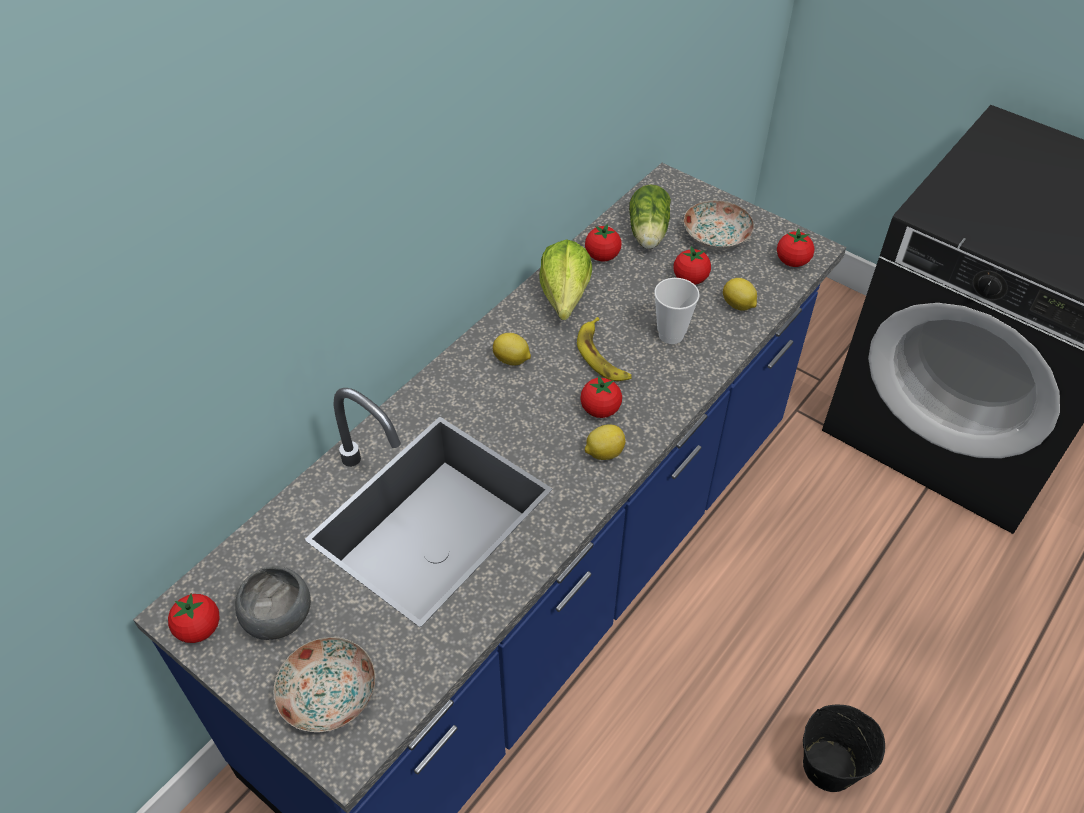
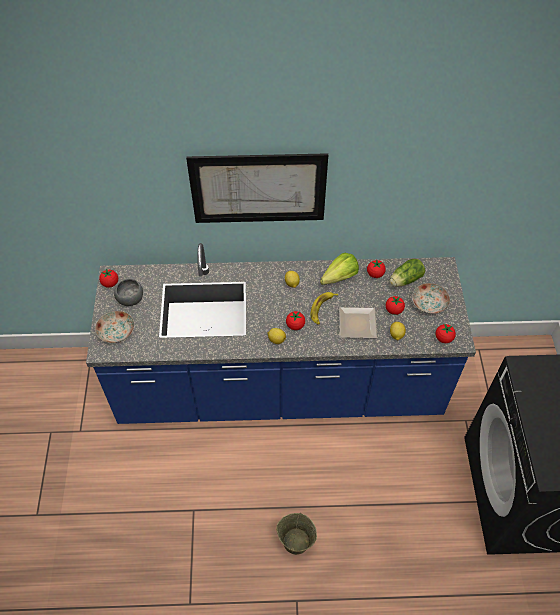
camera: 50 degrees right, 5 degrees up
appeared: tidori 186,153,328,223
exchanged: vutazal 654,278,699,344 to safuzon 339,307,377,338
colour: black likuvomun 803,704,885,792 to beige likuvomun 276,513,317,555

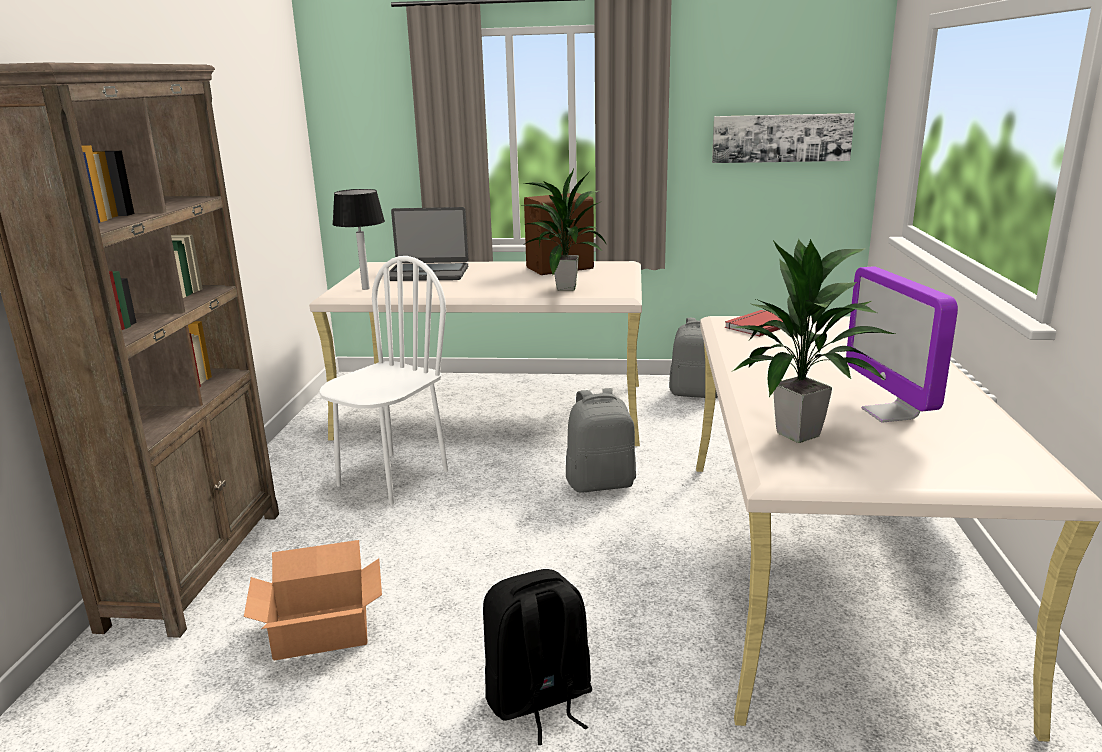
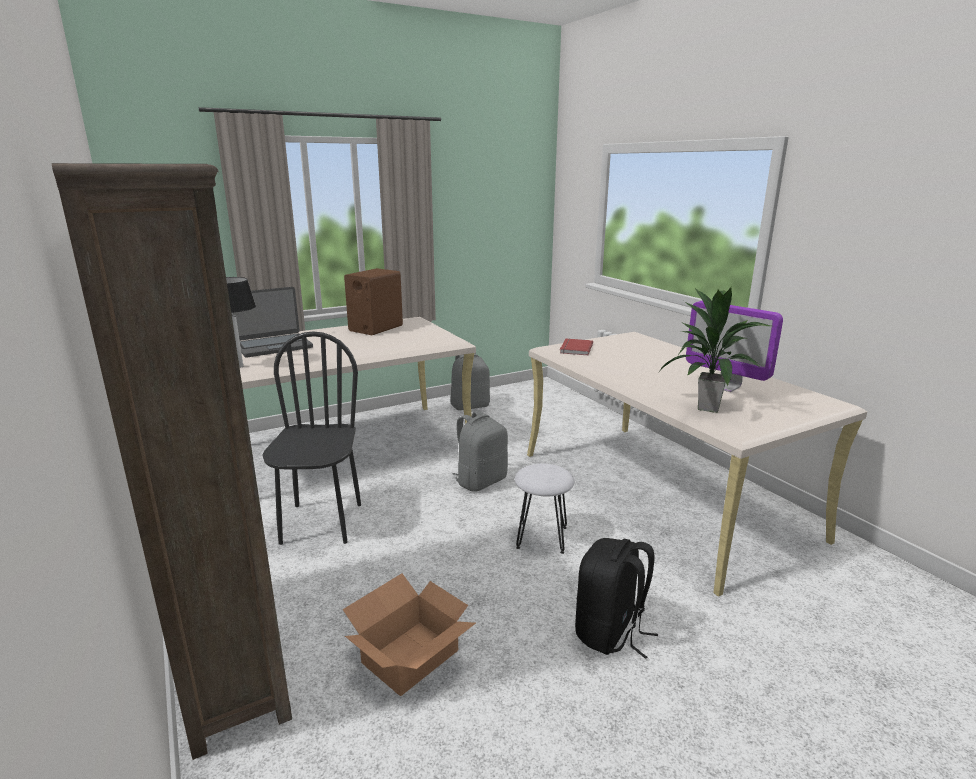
camera: 35 degrees left, 0 degrees up
missing: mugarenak 518,169,607,291; tidori 712,113,855,163
appeared: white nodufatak 515,463,574,554
colour: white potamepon 319,256,448,504 to black potamepon 262,331,361,545

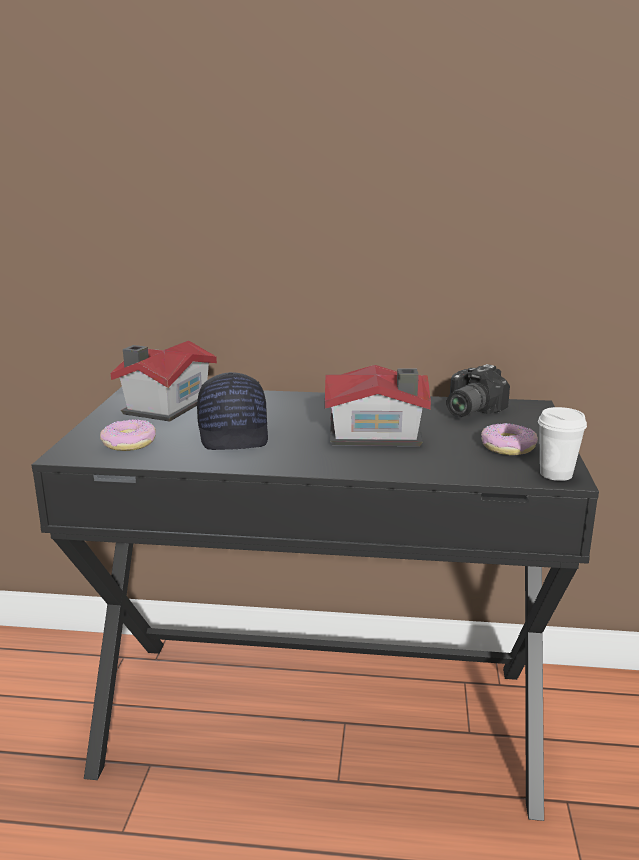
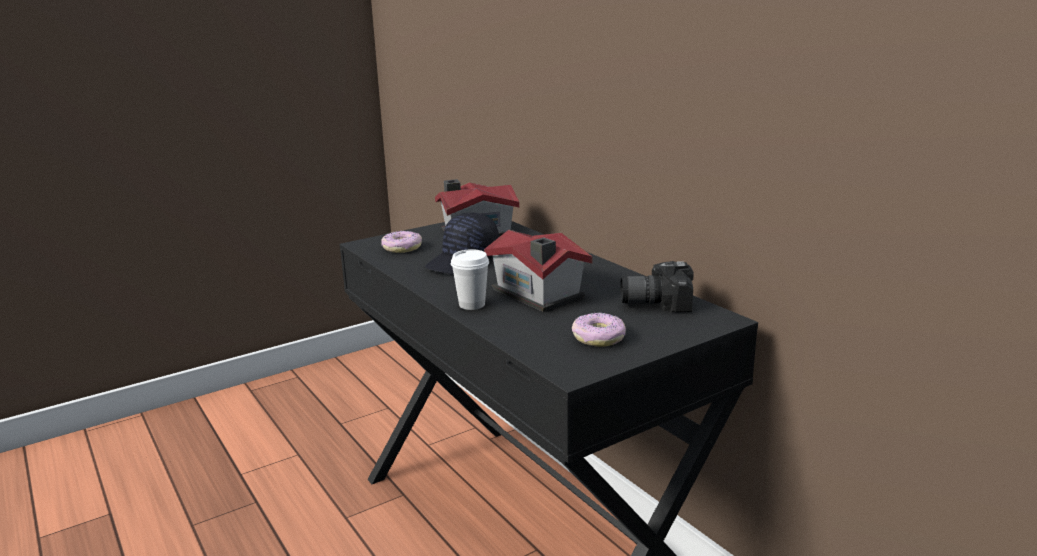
camera: 50 degrees right, 0 degrees up
relocated: white vutazal 538,407,587,481 to 451,249,489,310

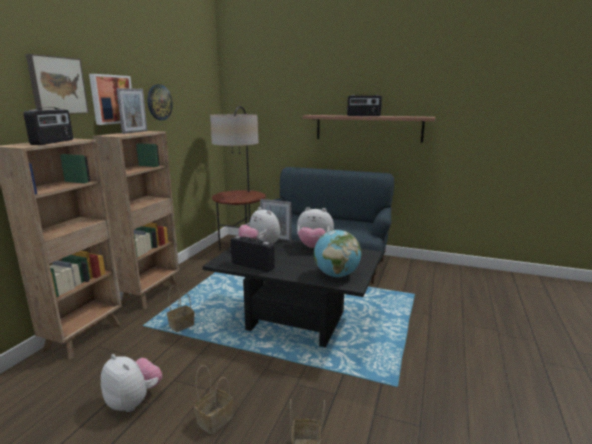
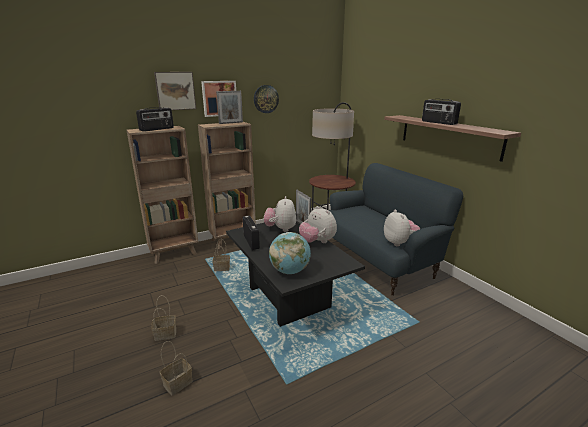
camera: 40 degrees right, 5 degrees up
relocated: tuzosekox 101,354,162,412 to 384,210,420,246

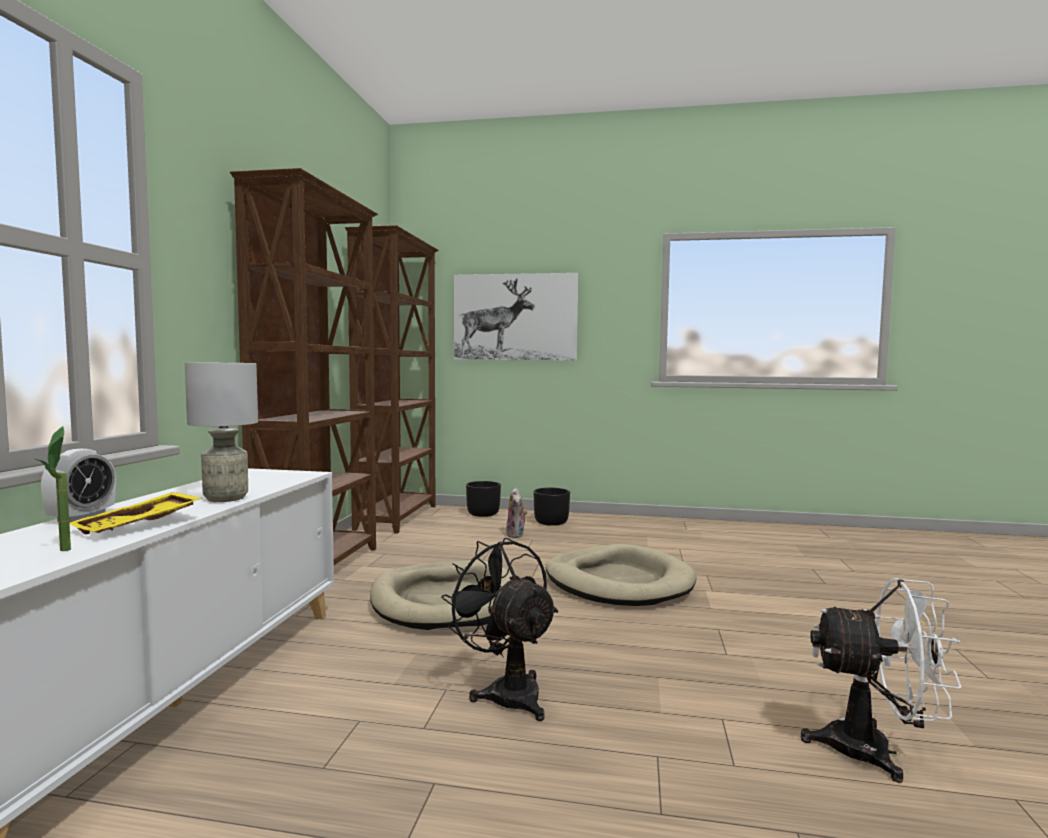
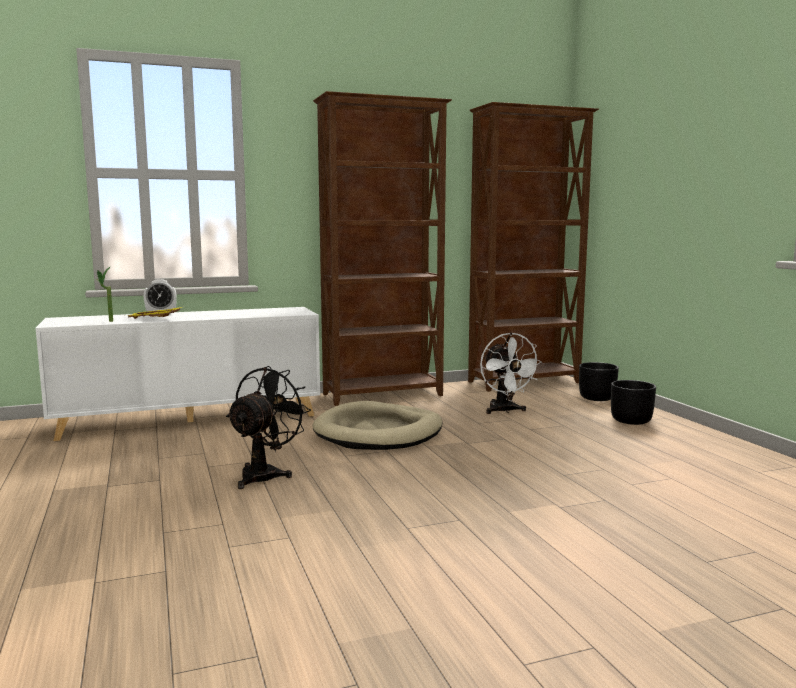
camera: 60 degrees right, 5 degrees up
missing: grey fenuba 185,362,258,502; tidori 454,273,578,361; tuzosekox 506,488,527,538; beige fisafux 546,544,697,606
relocated: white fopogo 800,578,962,783 to 480,332,542,414

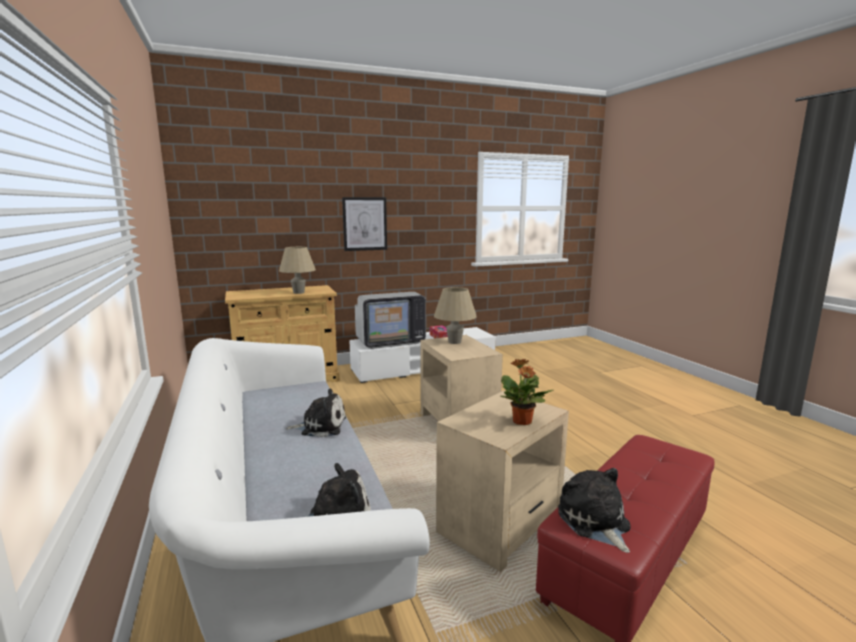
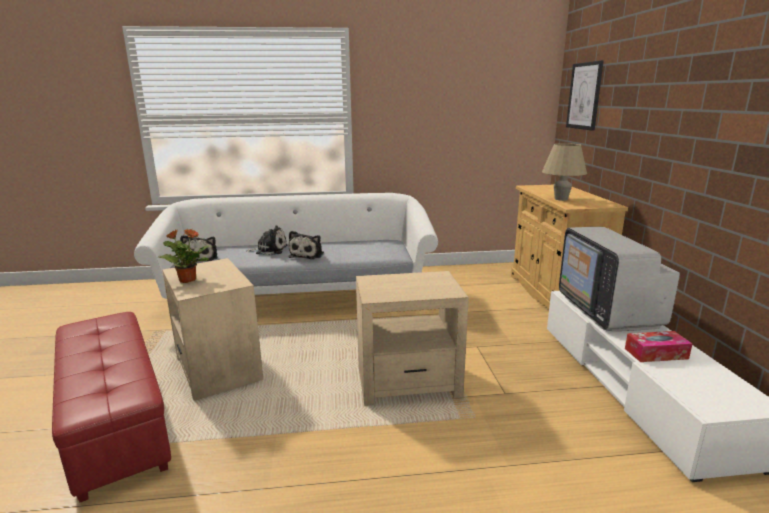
camera: 105 degrees right, 5 degrees up
missing: beige fenuba 434,287,477,344
relocated: tidori 342,197,387,251 to 566,60,604,131; tuzosekox 558,468,631,553 to 246,225,288,255

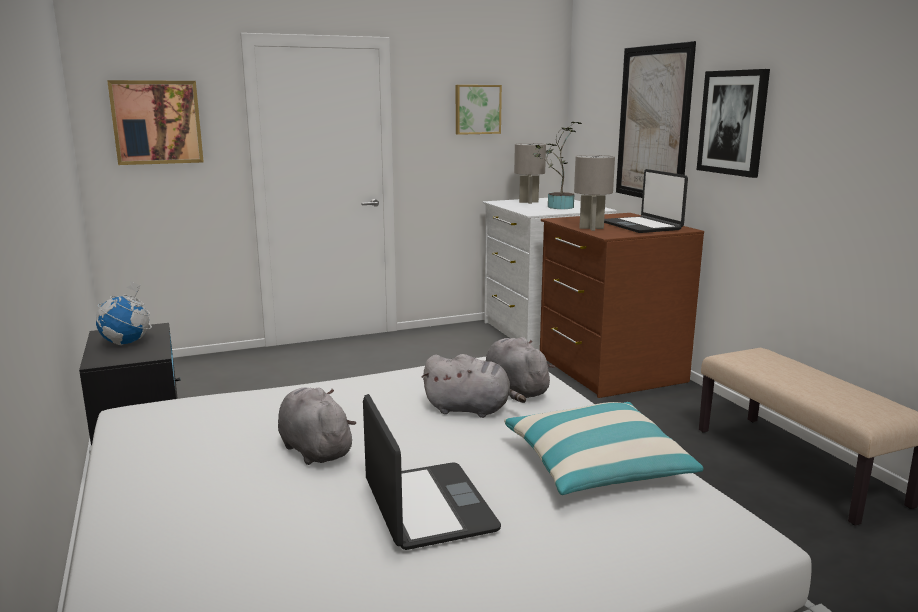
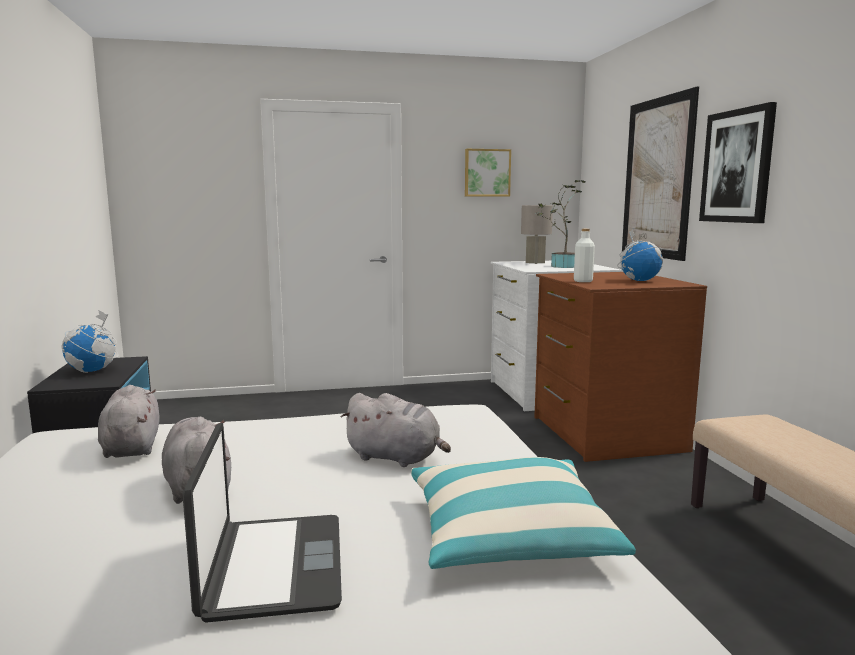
camera: 10 degrees right, 5 degrees down
missing: tidori 107,80,204,165
relocated: grey tuzosekox 486,337,555,399 to 98,385,160,458
exchanged: grey fenuba 574,155,615,231 to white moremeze 574,229,595,282; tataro 604,169,688,233 to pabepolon 617,229,663,281

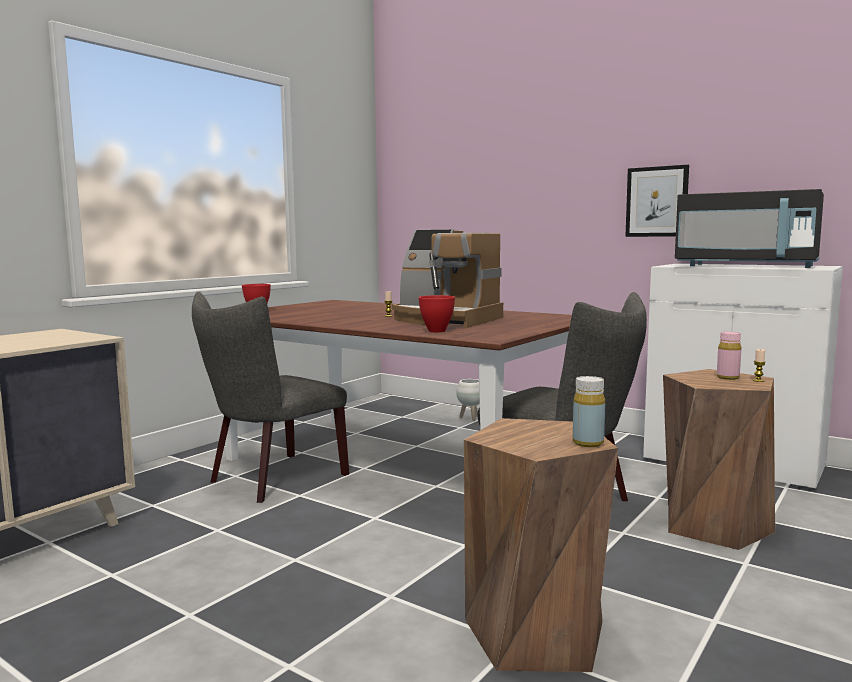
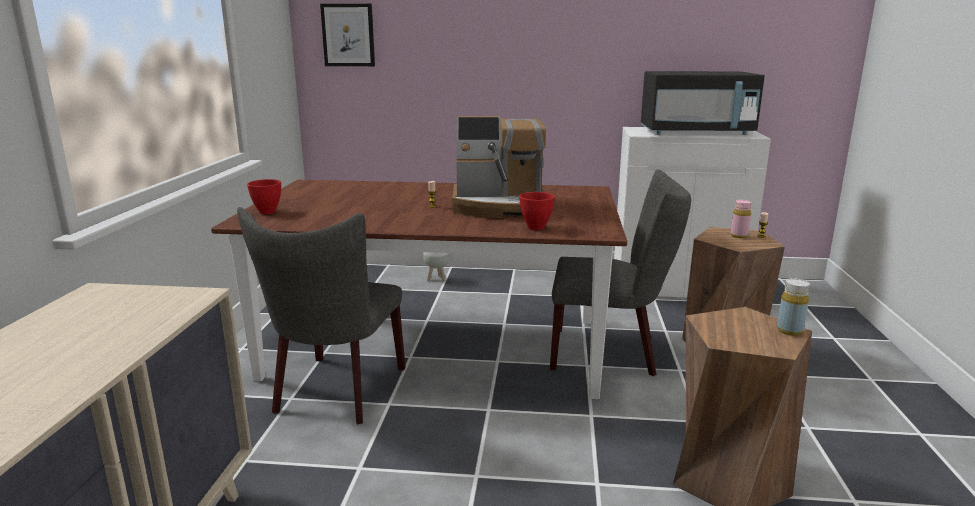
camera: 30 degrees left, 10 degrees up
relocated: tidori 625,165,689,237 to 320,4,375,66

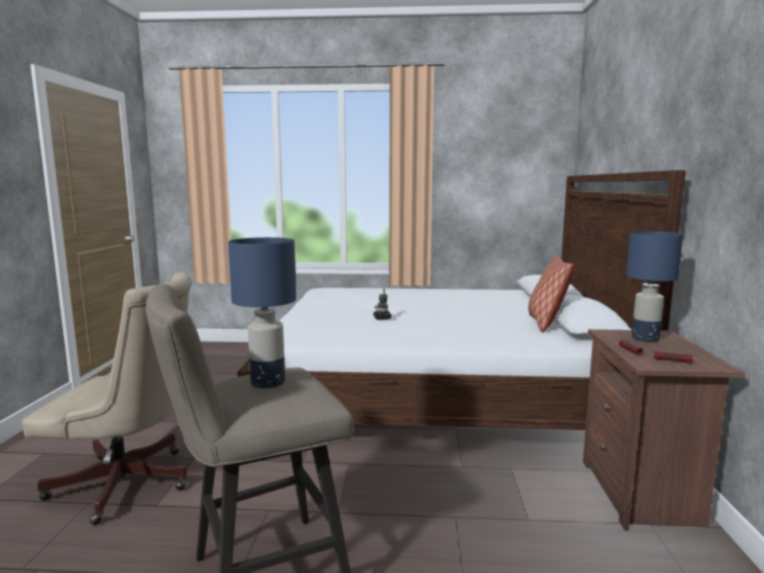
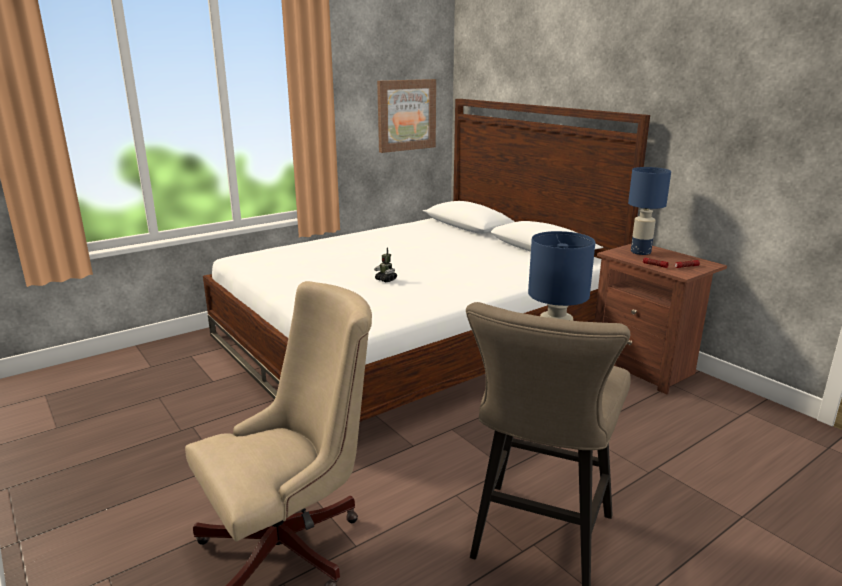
camera: 40 degrees left, 10 degrees up
missing: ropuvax 528,255,574,332
appeared: tidori 377,79,436,153

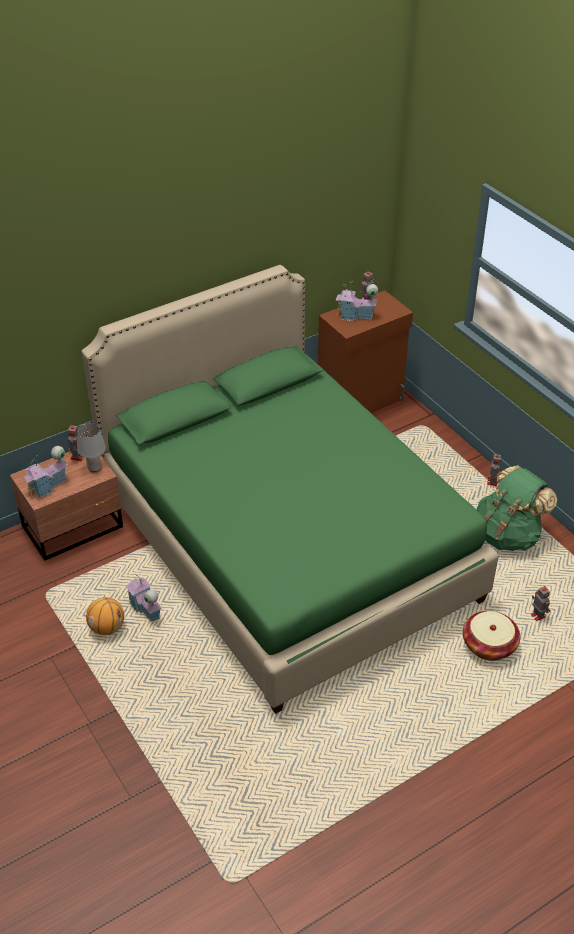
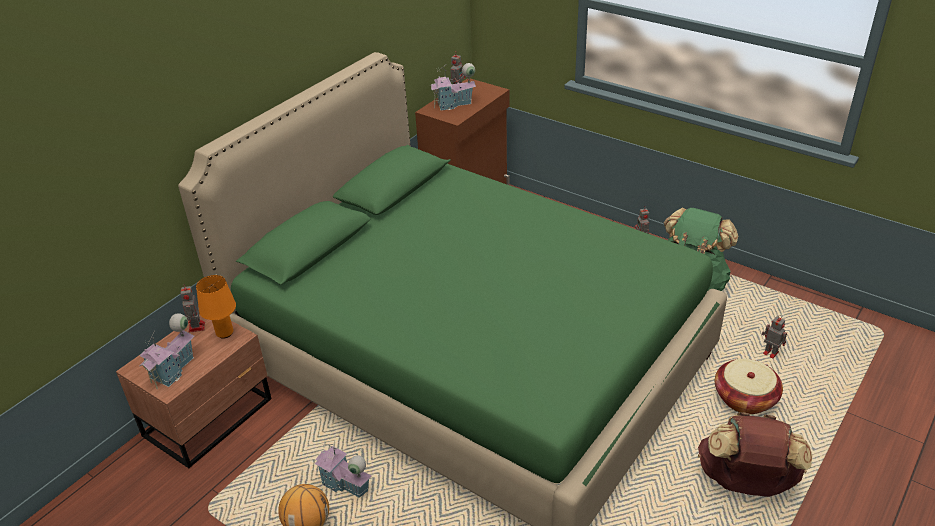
camera: 20 degrees left, 5 degrees down
appeared: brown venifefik 698,412,812,497
colour: grey fenuba 77,423,106,472 to orange fenuba 196,275,236,339

